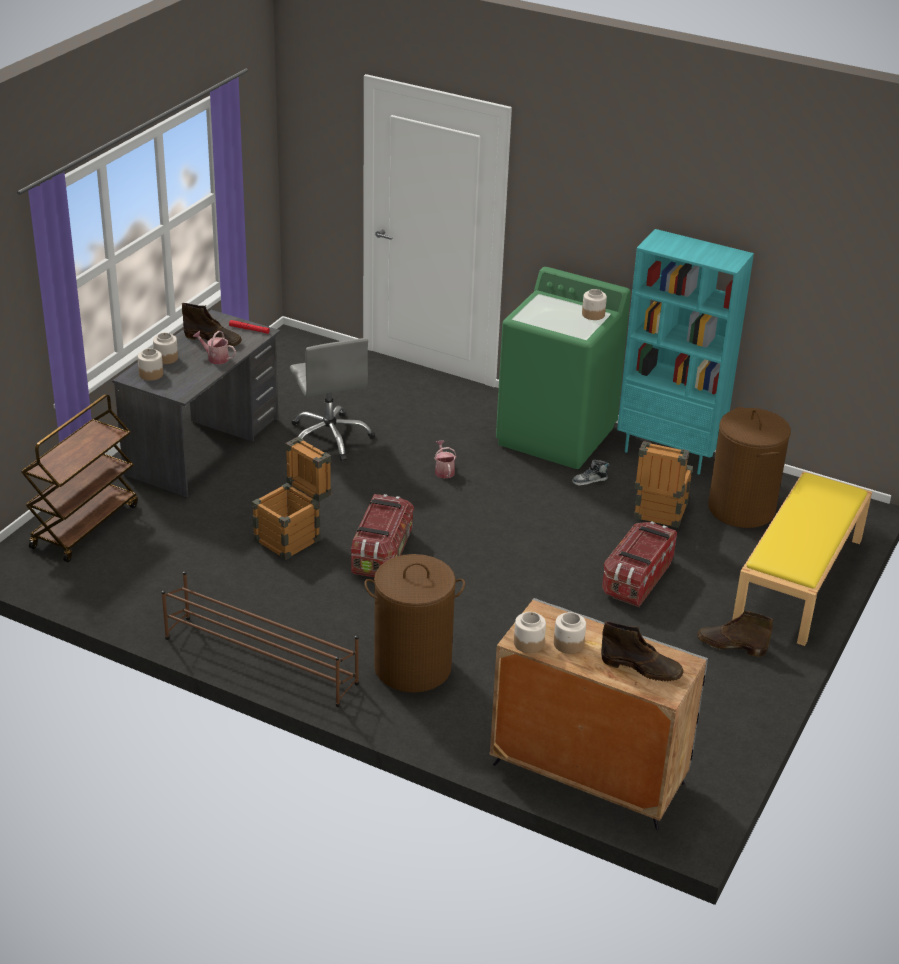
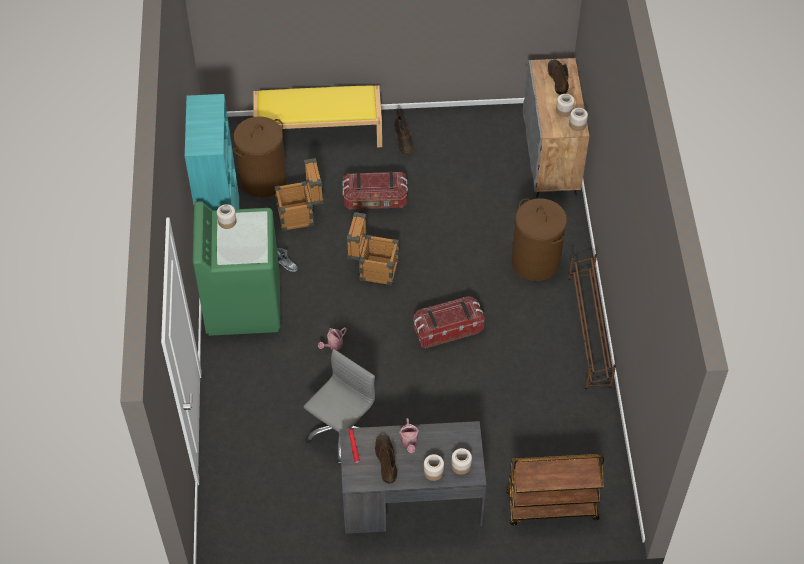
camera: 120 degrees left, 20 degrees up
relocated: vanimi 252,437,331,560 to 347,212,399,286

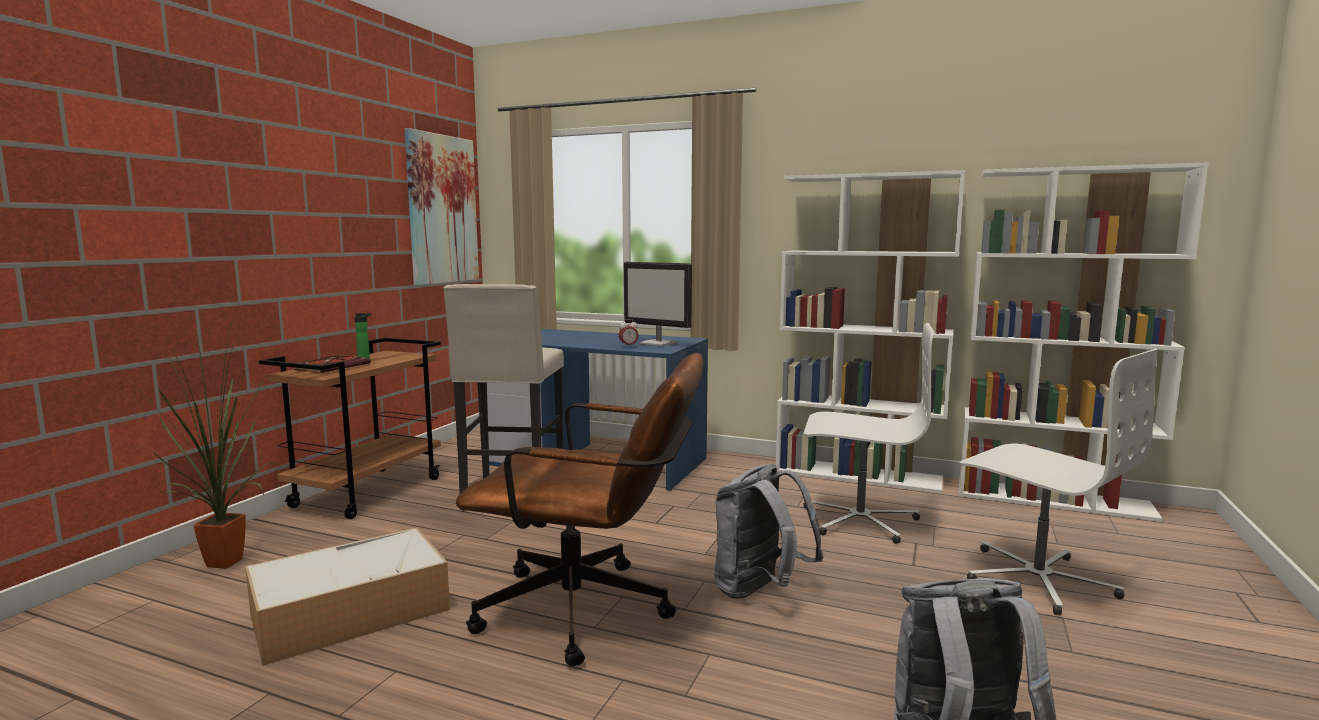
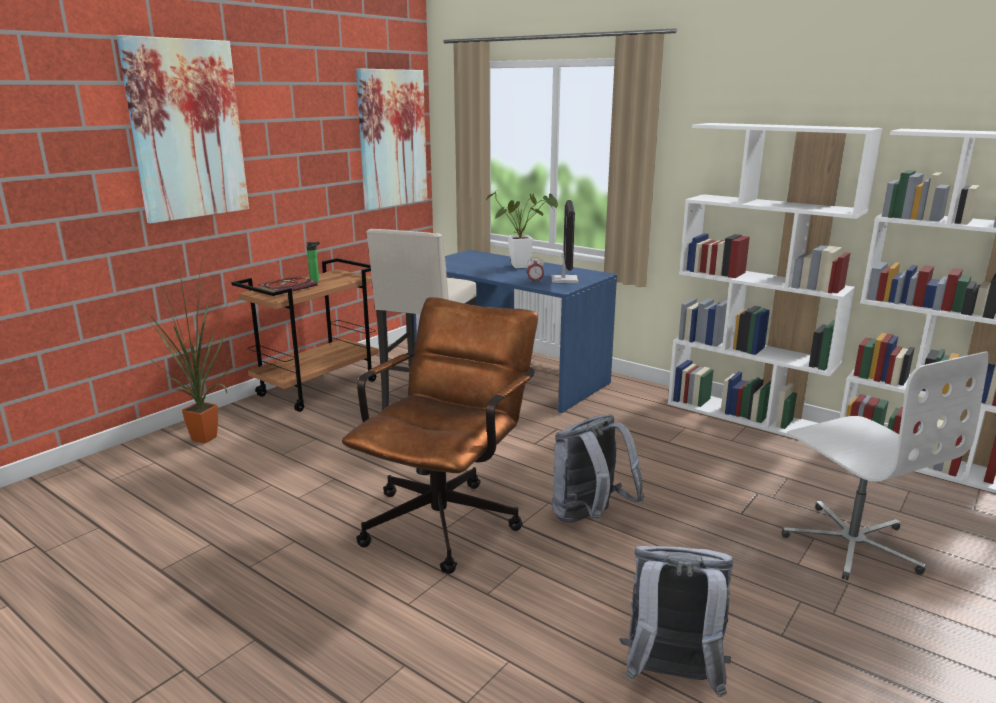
camera: 15 degrees right, 10 degrees up
missing: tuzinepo 245,527,450,666; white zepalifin 803,323,934,544
appeared: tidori 117,35,249,224; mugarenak 486,190,558,268
spun: brown zepalifin 456,353,703,666 = 342,297,538,574 90 degrees counterclockwise; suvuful 624,262,692,347 = 551,200,579,283 135 degrees counterclockwise

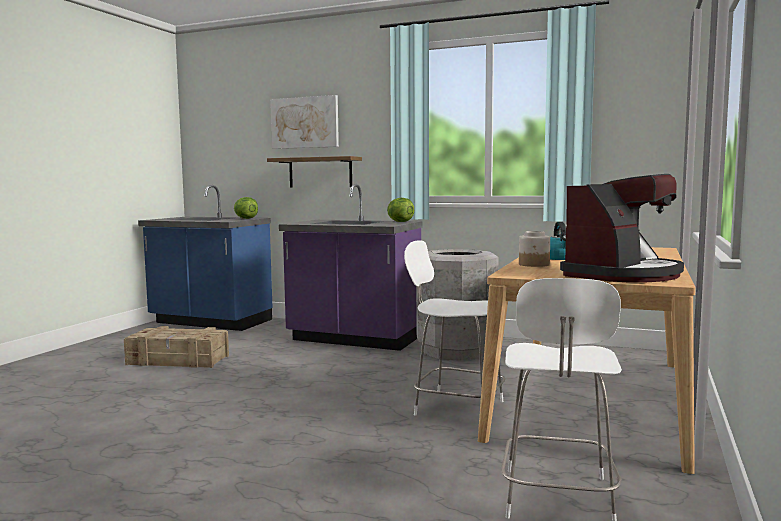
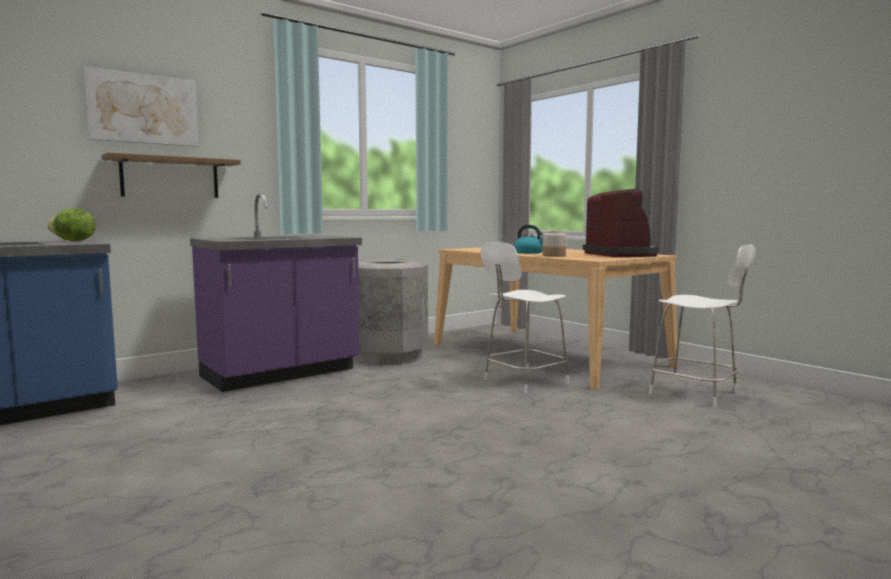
camera: 60 degrees left, 0 degrees up
missing: vanimi 124,326,229,368; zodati 387,198,414,222

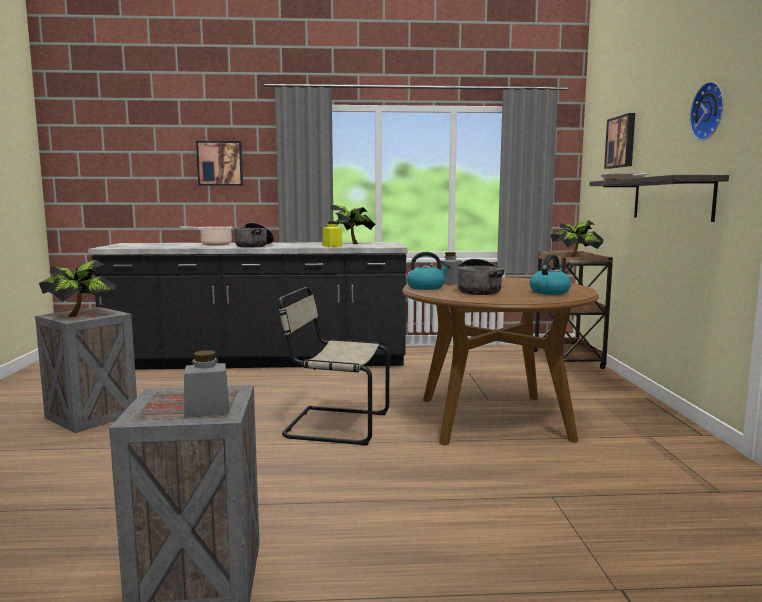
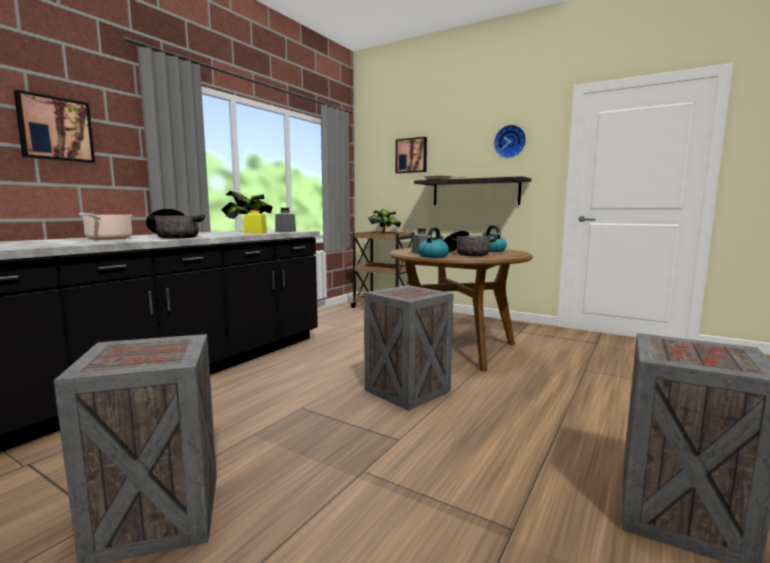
camera: 55 degrees left, 0 degrees up
missing: mugarenak 39,260,116,317
relocated: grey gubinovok 184,350,229,418 to 275,208,296,232
exchanged: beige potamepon 278,287,389,446 to vanimi 364,285,454,411

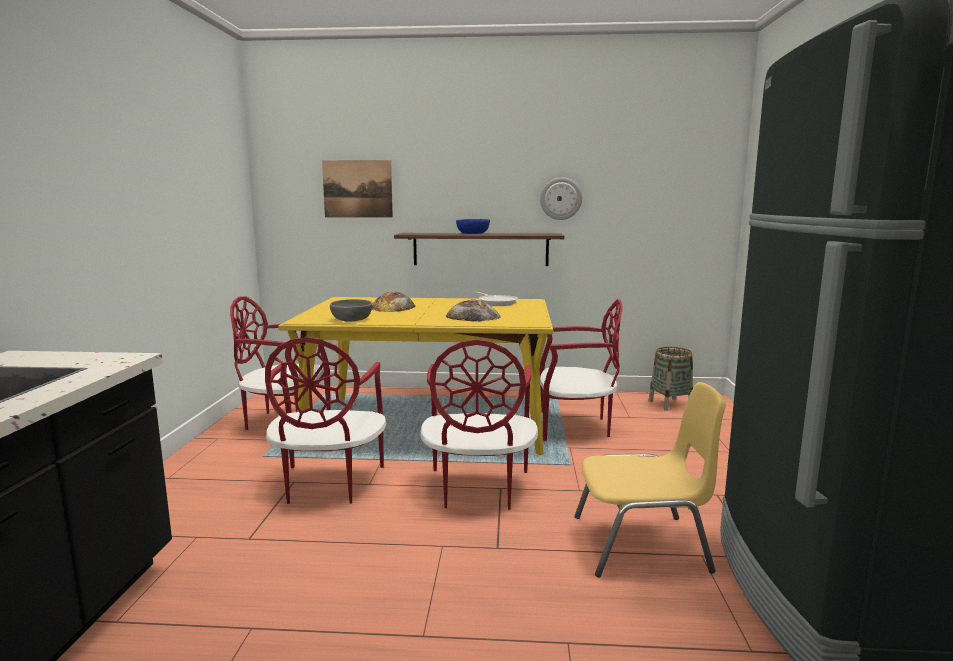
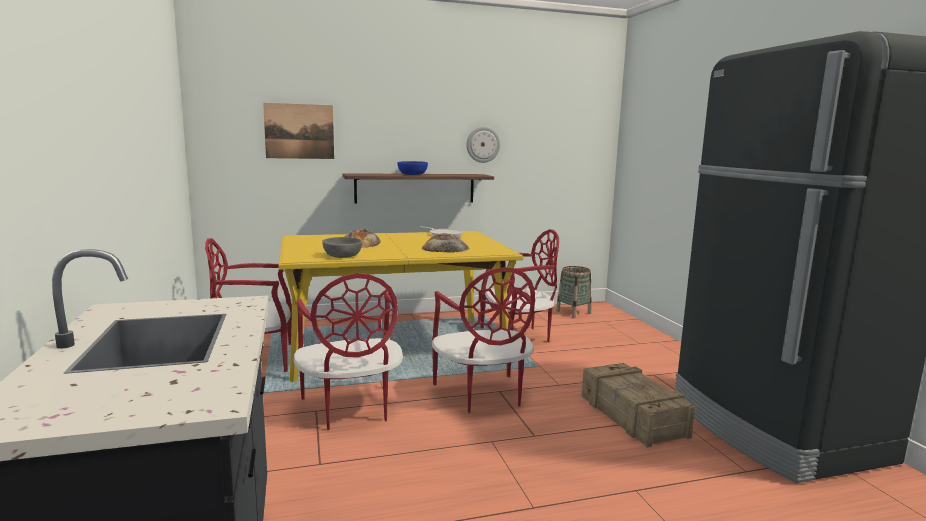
camera: 20 degrees left, 0 degrees up
exchanged: yellow potamepon 574,382,726,577 to vanimi 581,363,695,448

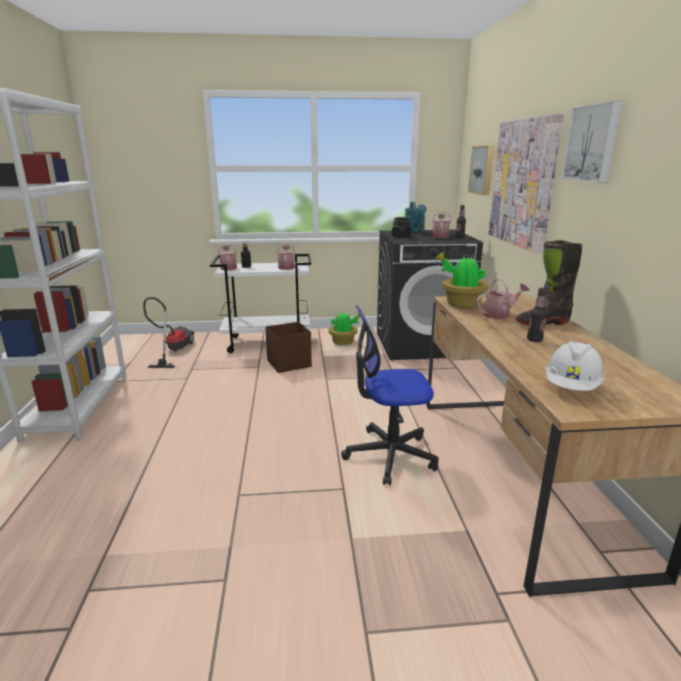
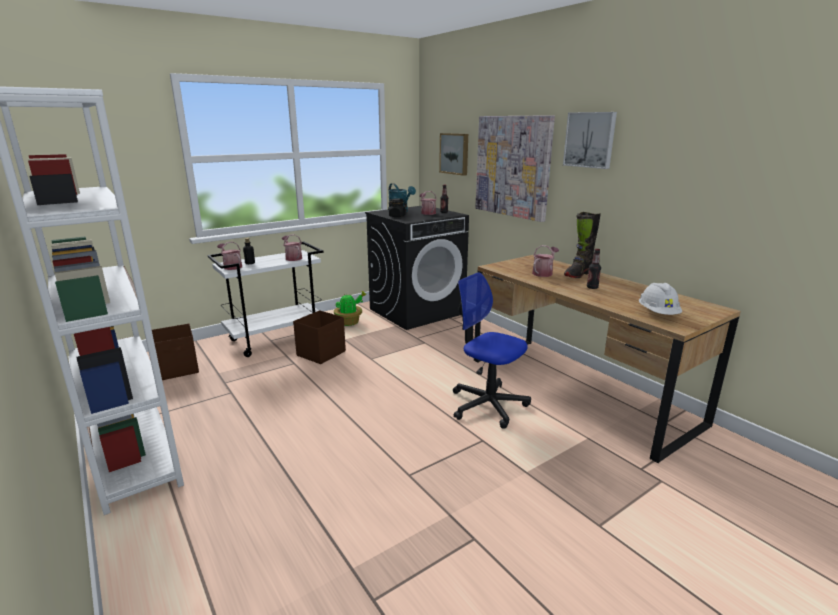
camera: 30 degrees left, 0 degrees up
missing: mugarenak 434,252,489,308
exchanged: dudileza 143,297,194,368 to brown tuzinepo 152,324,199,380
spun: zepalifin 341,306,438,486 = 453,272,531,429 75 degrees clockwise

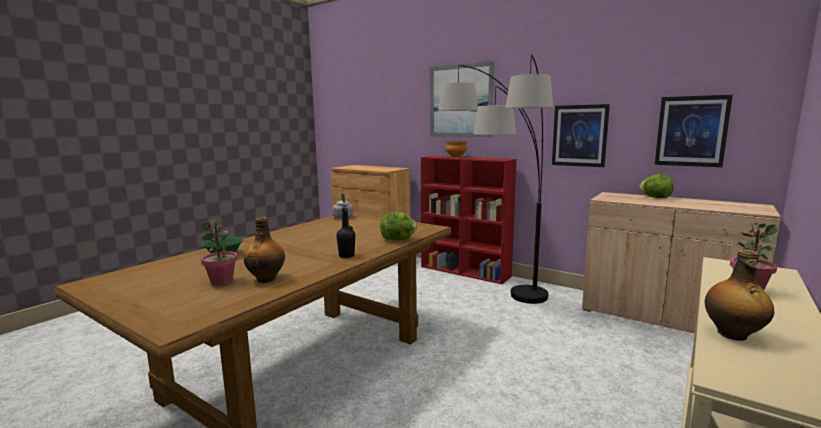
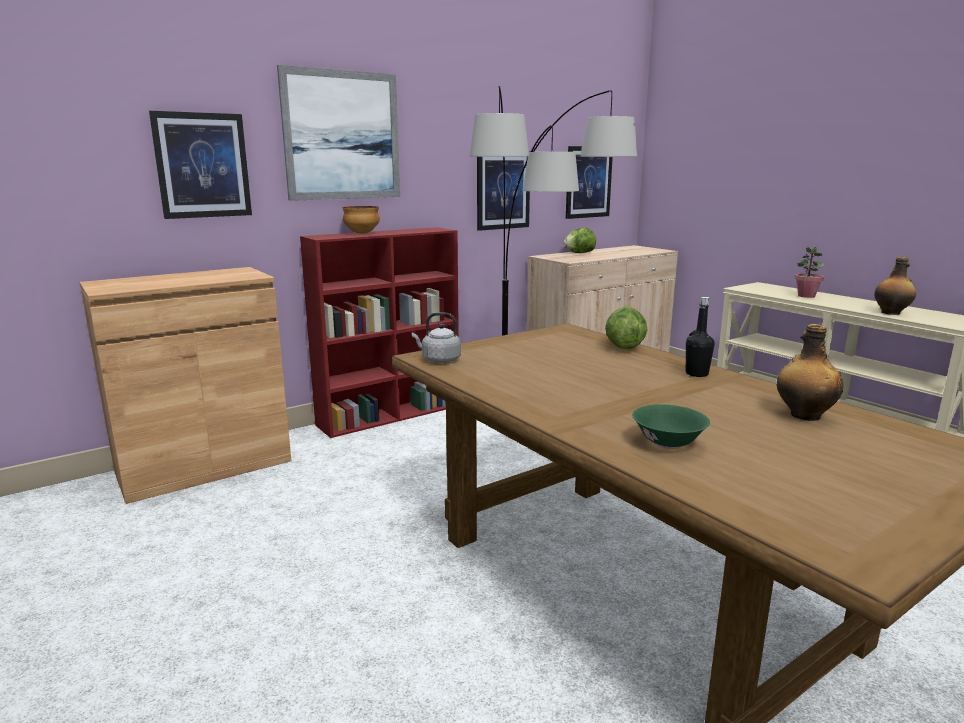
camera: 70 degrees left, 5 degrees up
missing: mugarenak 201,220,238,286
appeared: tidori 149,111,252,219

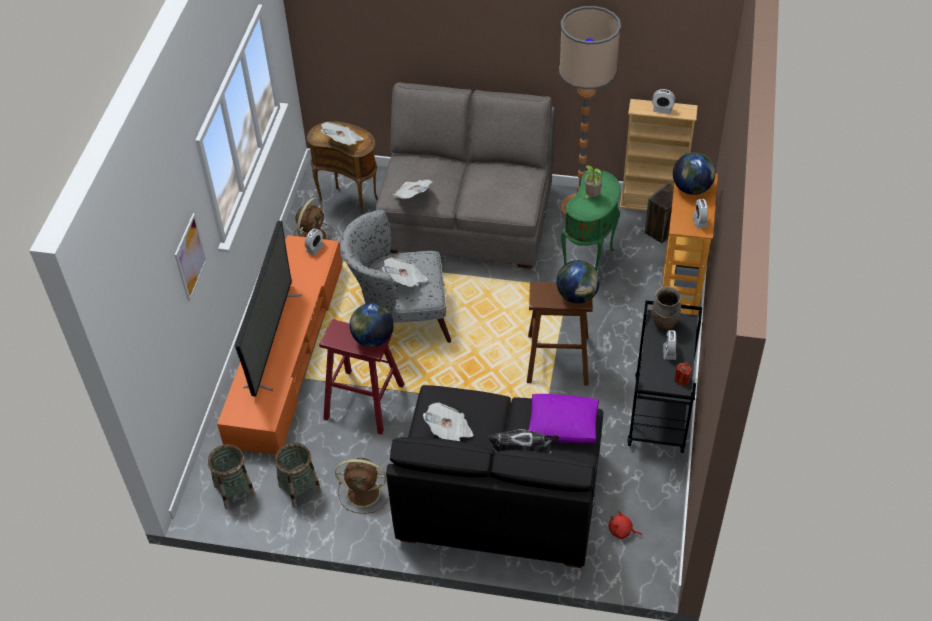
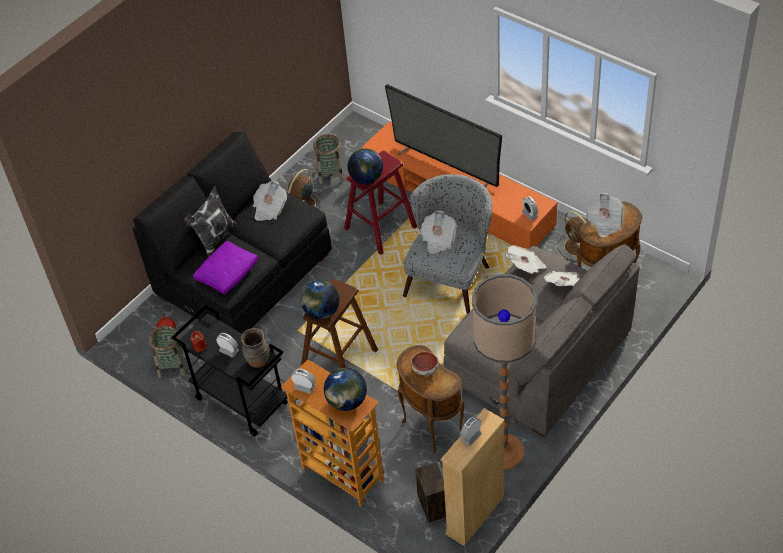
camera: 120 degrees right, 0 degrees up
missing: tidori 175,213,207,302
appeared: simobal 544,271,579,286
relocated: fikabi 208,444,255,509 to 149,325,186,378
exchanged: mugarenak 583,165,602,200 to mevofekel 411,352,439,376
colour: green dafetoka 561,170,621,270 to brown dafetoka 397,345,464,454

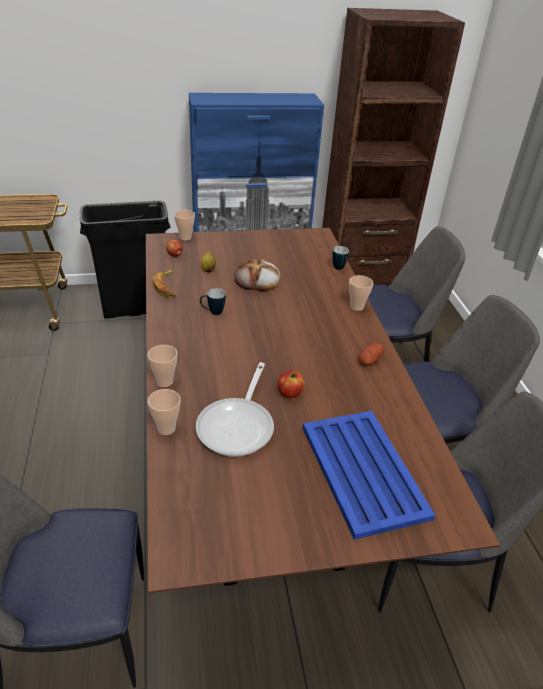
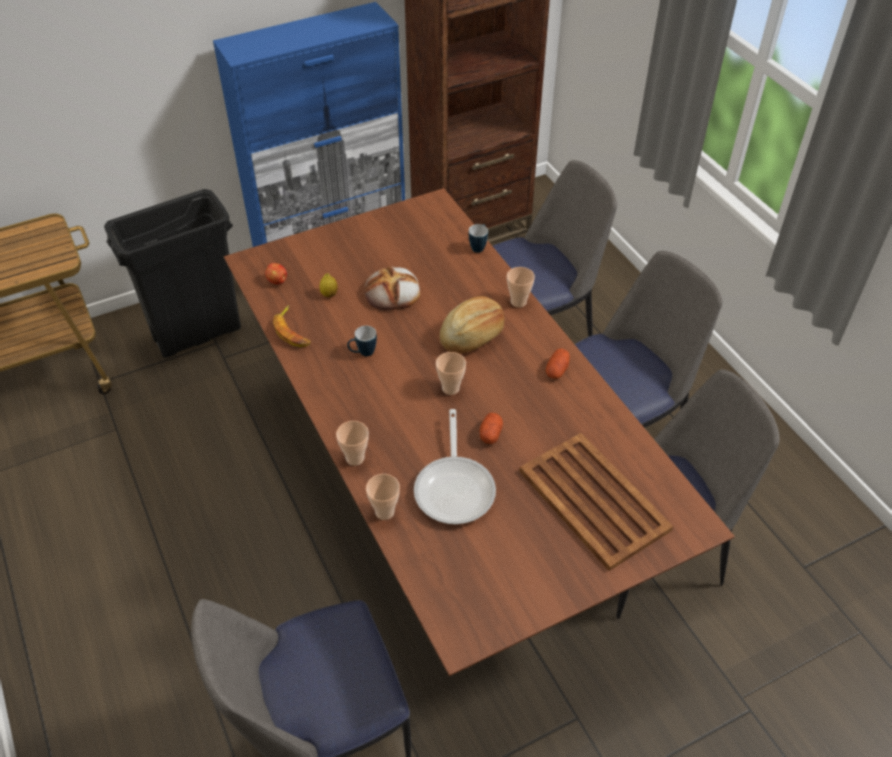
camera: 15 degrees left, 10 degrees up
appeared: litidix 440,296,504,353
relocated: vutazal 174,210,195,241 to 436,352,466,395
exchanged: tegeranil 278,370,305,398 to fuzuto 480,413,503,444
colour: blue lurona 303,411,435,540 to brown lurona 519,433,673,571

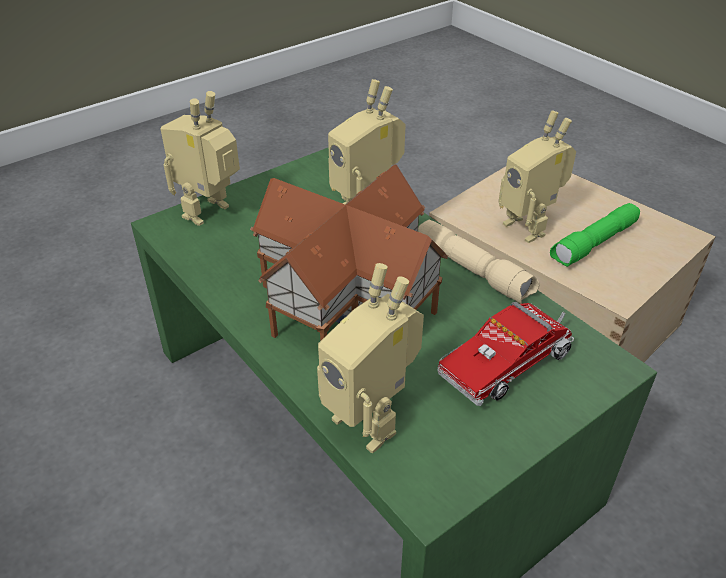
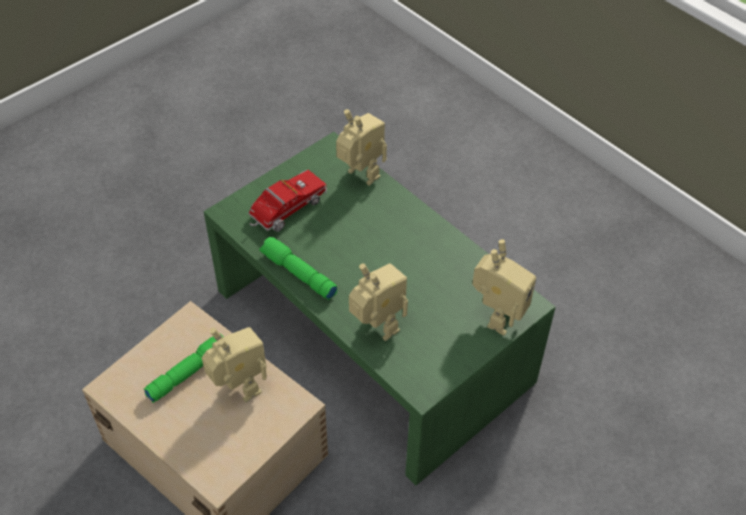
camera: 175 degrees right, 10 degrees up
missing: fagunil 250,164,448,341
colour: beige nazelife 418,219,540,304 to green nazelife 259,237,337,300

